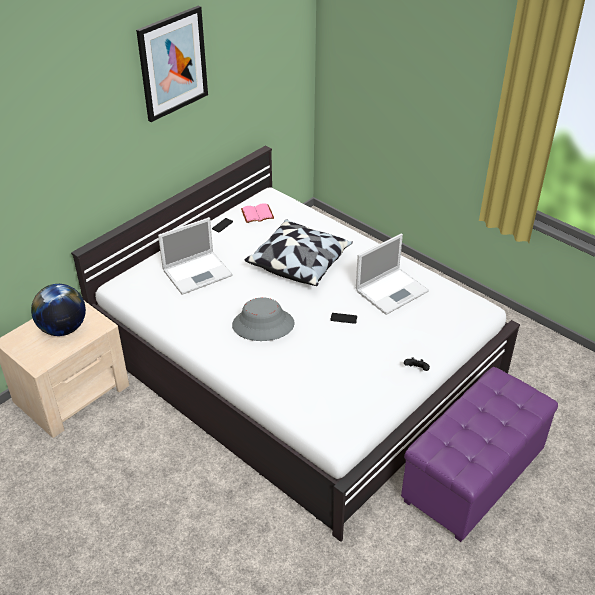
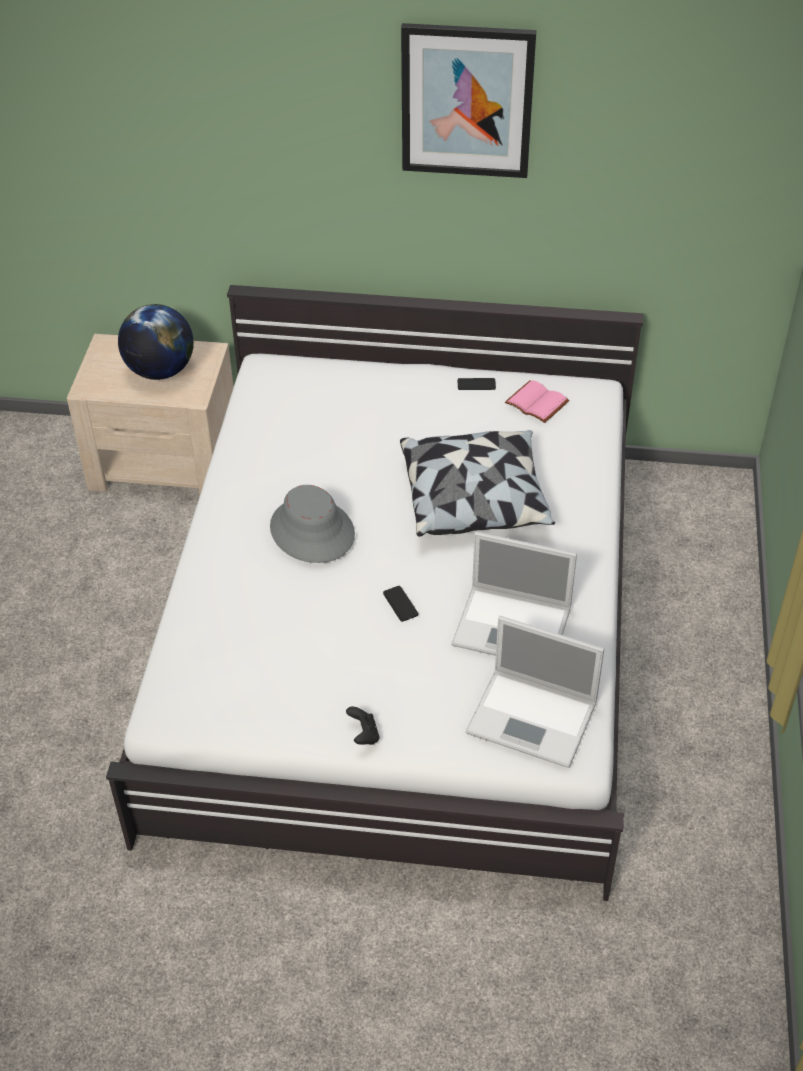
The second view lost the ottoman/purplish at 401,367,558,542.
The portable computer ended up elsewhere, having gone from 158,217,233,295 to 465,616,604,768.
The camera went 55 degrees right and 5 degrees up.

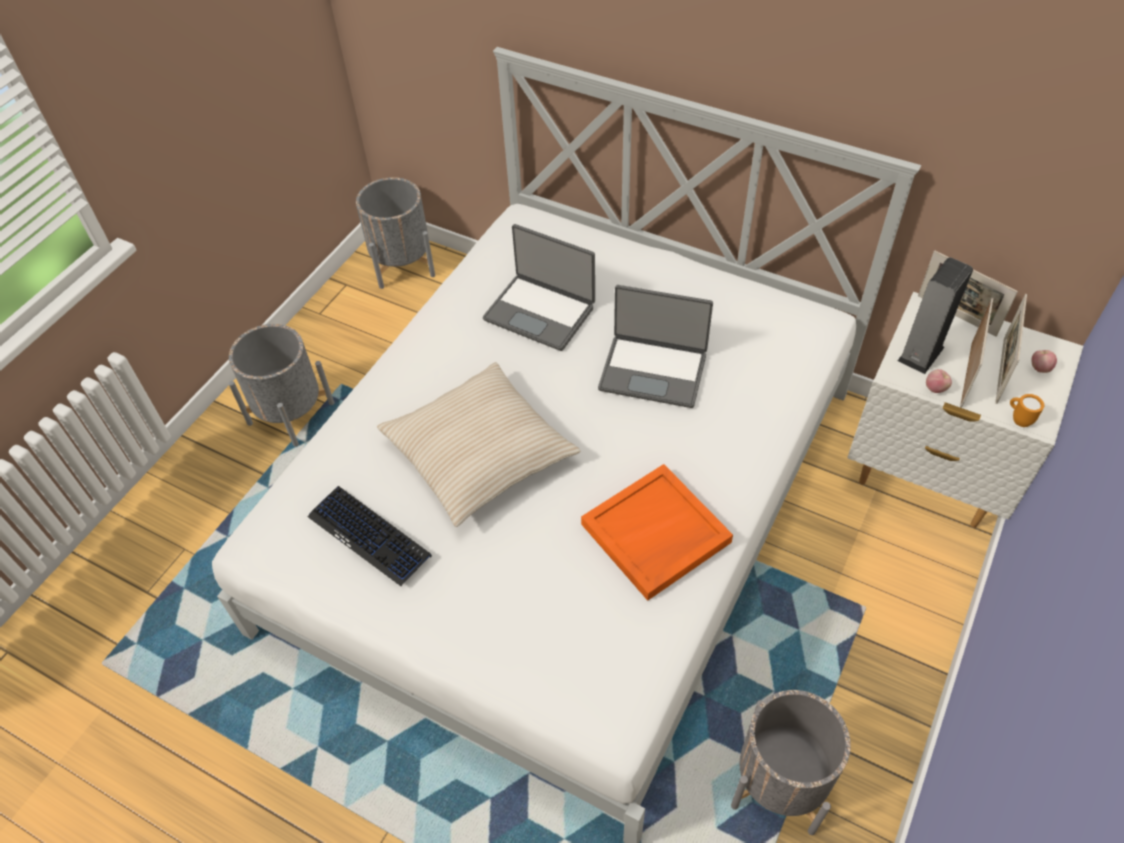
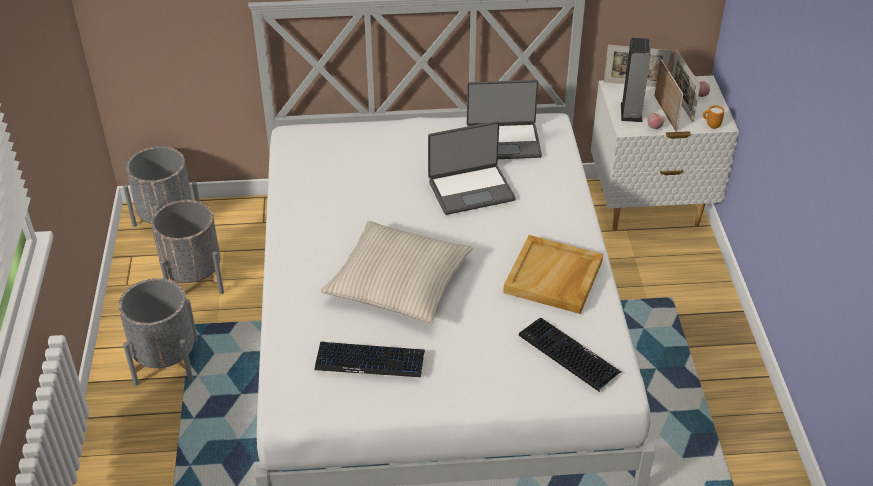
The second view gained the PC keyboard at 519,318,621,392.
The portable computer ended up elsewhere, having gone from 483,224,595,351 to 467,80,542,159.
The flower pot/gray ended up elsewhere, having gone from 731,690,851,835 to 151,200,224,294.
What was the carrying tray/orange at 581,464,733,601 turned into the carrying tray/sand-coloured at 503,235,603,314.
The camera went 35 degrees left and 10 degrees down.

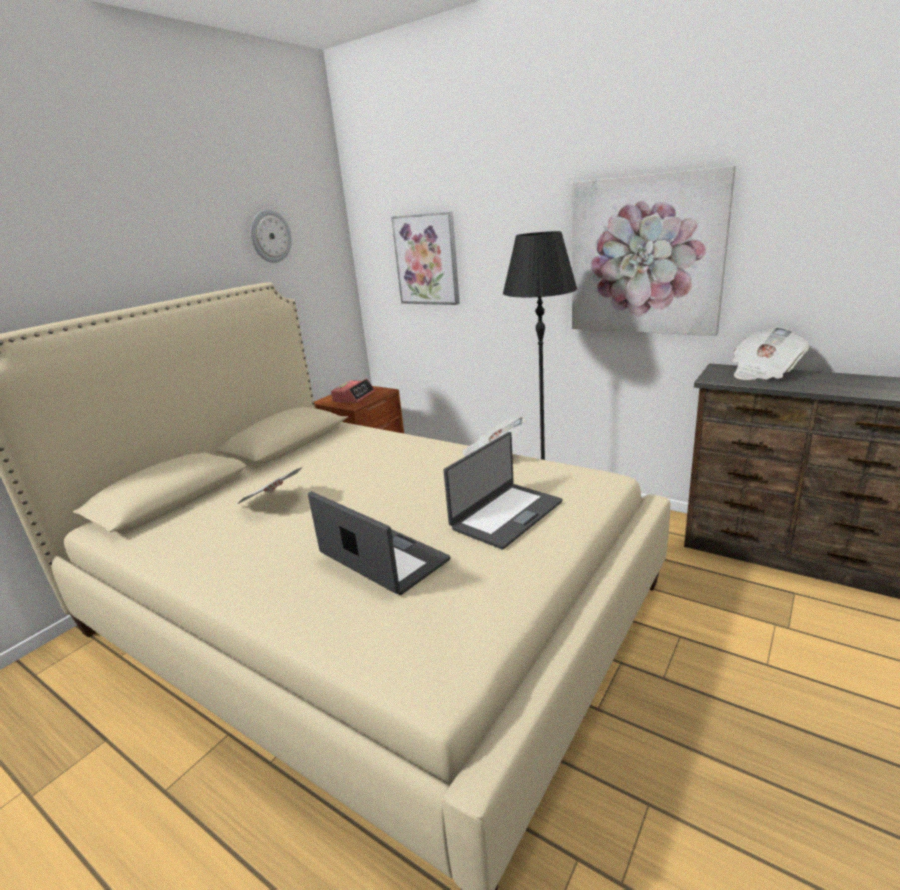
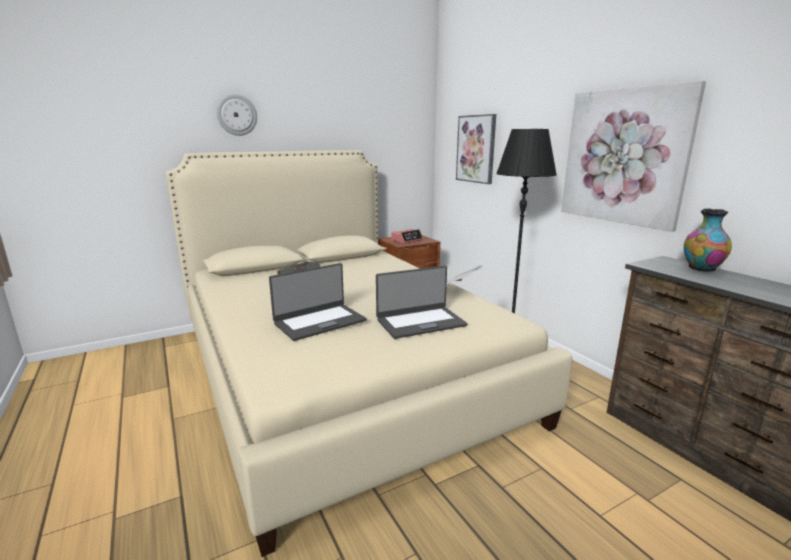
The hanging clock ended up elsewhere, having gone from 251,209,292,263 to 217,94,257,136.
Where the daily paper stood at 732,327,809,380, the flower vase came to stand at 684,209,732,272.
The portable computer at 308,491,450,595 ended up facing another way, 75 degrees clockwise from before.
The camera went 25 degrees right and 5 degrees down.

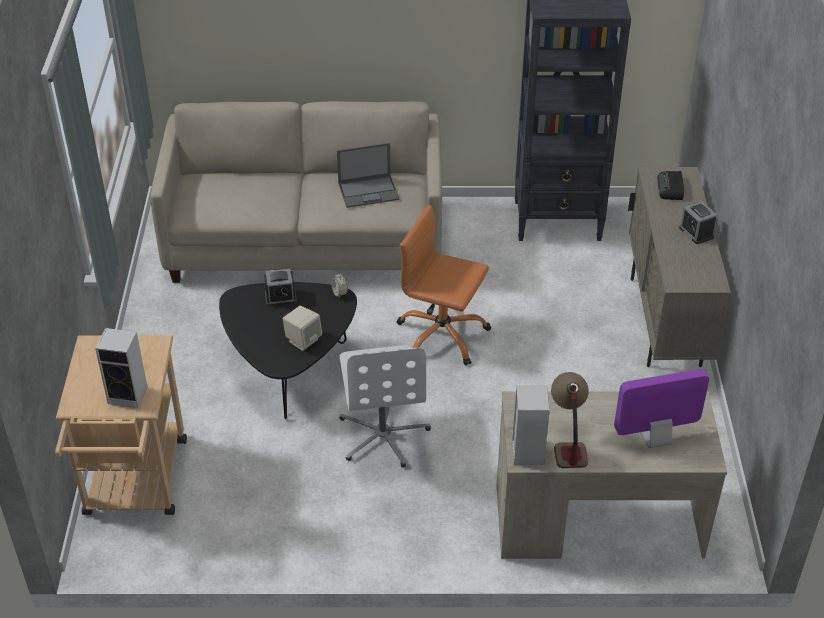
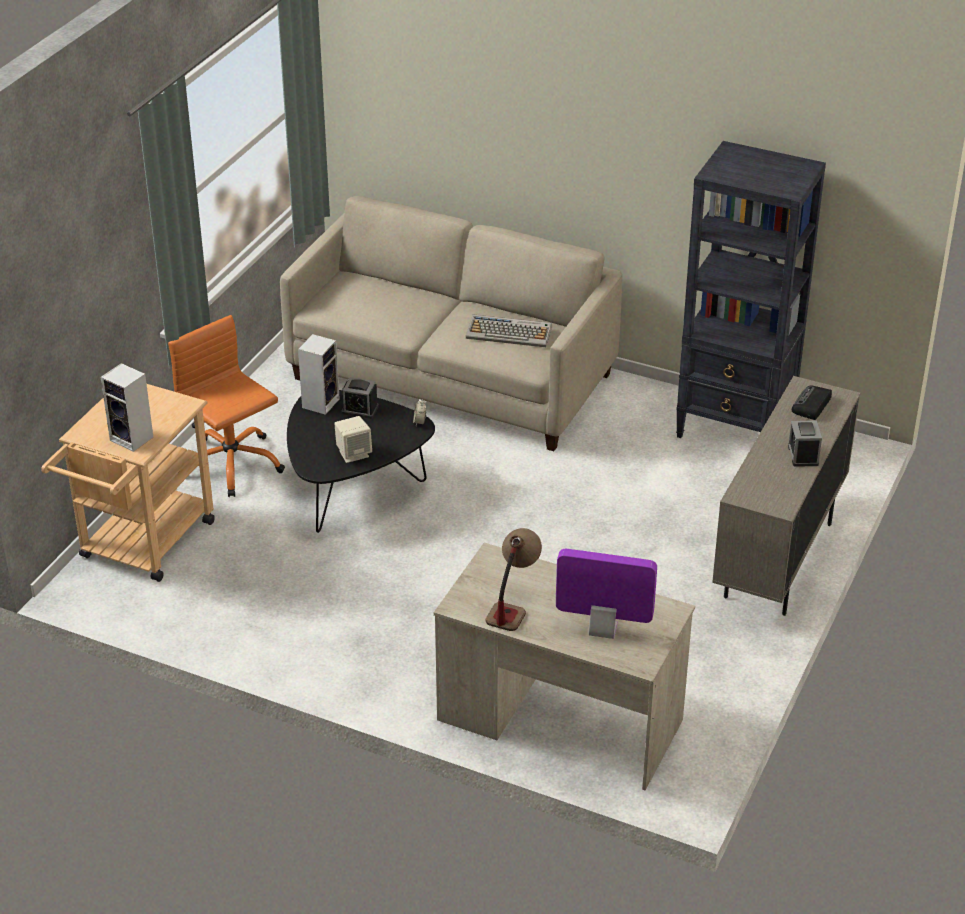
The second view lost the computer chair/white-coloured at 339,345,431,468.
The computer chair/orange ended up elsewhere, having gone from 396,205,491,366 to 168,315,285,497.
The loudspeaker ended up elsewhere, having gone from 512,386,550,465 to 298,334,340,415.
Where the portable computer stood at 337,143,399,208, the PC keyboard came to stand at 466,315,552,347.
The camera went 25 degrees right and 5 degrees down.

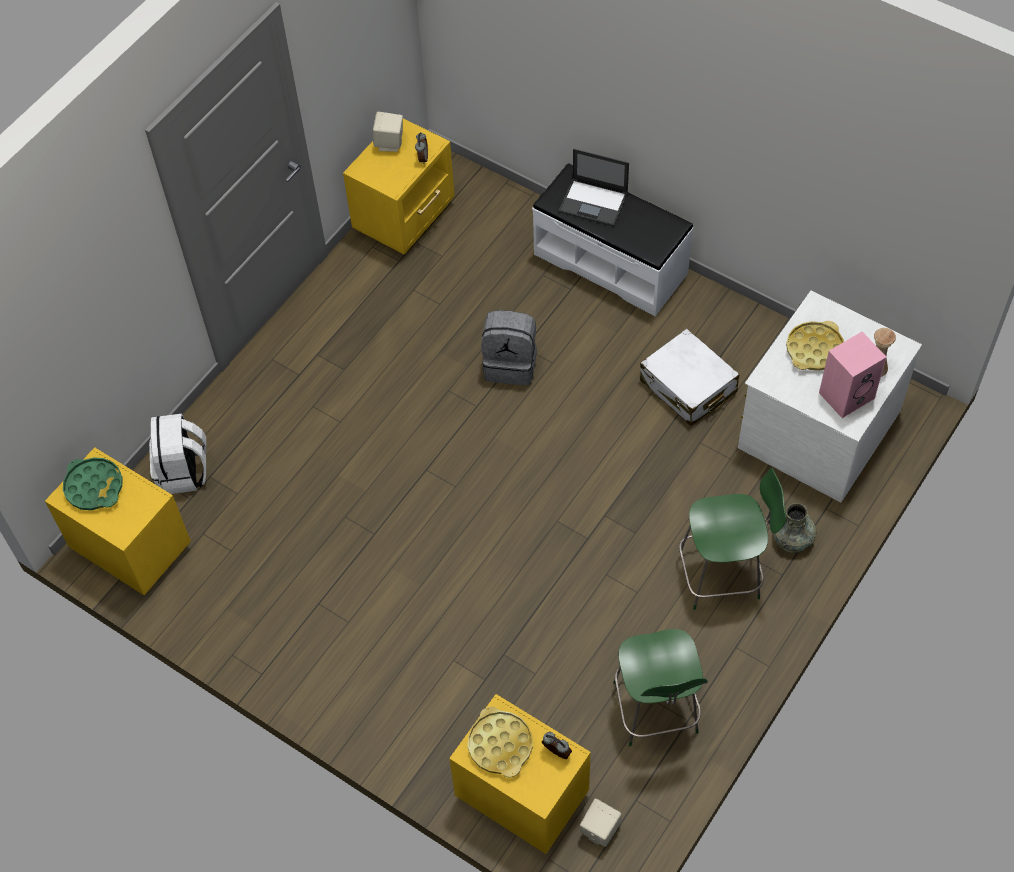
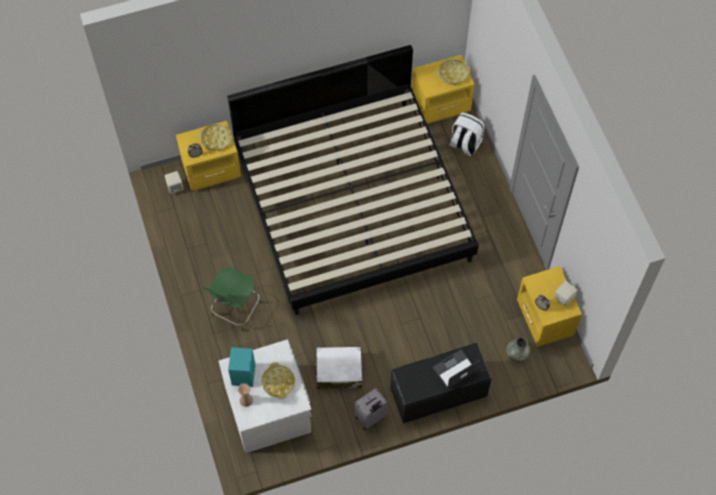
The second view lost the knapsack/gray at 481,310,537,385.
The second view lost the plain chair/greenish at 613,629,708,746.
The second view gained the bedroom bed at 227,45,479,315.
The second view gained the suitcase/gray at 355,388,388,430.
The flower vase/gray ended up elsewhere, having gone from 773,503,816,553 to 506,337,530,363.
What was the carrying tray/greenish at 63,457,123,510 turned into the carrying tray/yellowish at 436,59,471,85.
What was the bench/white-coloured at 532,163,693,316 turned into the bench/blackish at 390,343,492,423.
What was the loudspeaker/pinkish at 819,332,887,418 turned into the loudspeaker/turquoise at 228,347,255,387.
The camera went 125 degrees right and 5 degrees up.

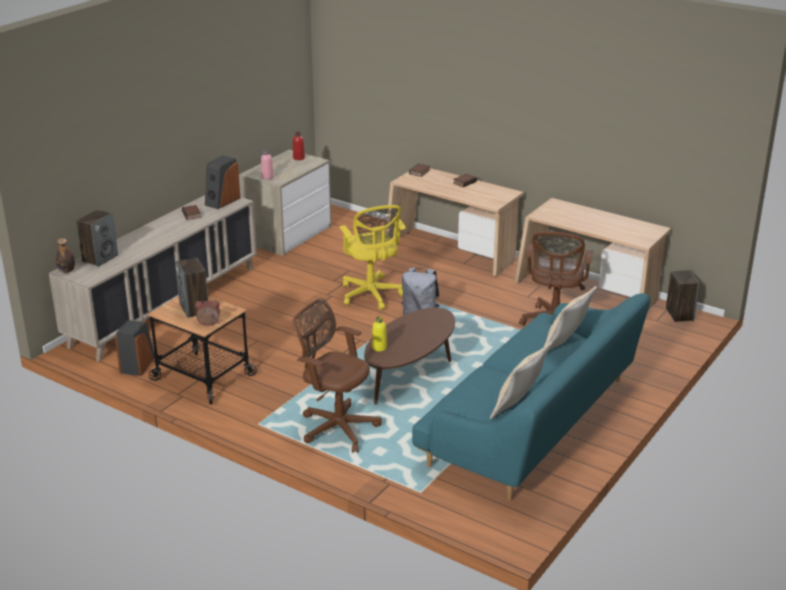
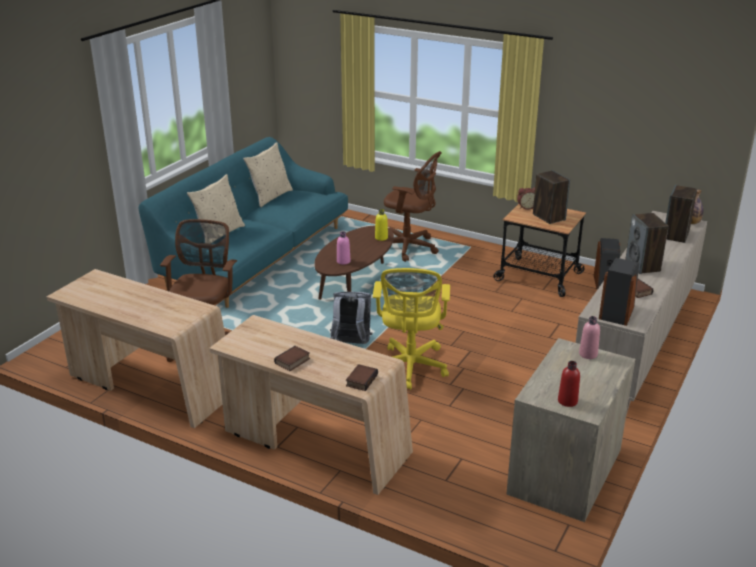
The second view gained the drink bottle/pinkish at 337,232,350,265.
The loudspeaker ended up elsewhere, having gone from 666,270,700,322 to 625,213,669,274.
The computer chair/yellowish at 339,205,406,310 ended up facing another way, 150 degrees counterclockwise from before.
The camera went 175 degrees right and 0 degrees up.

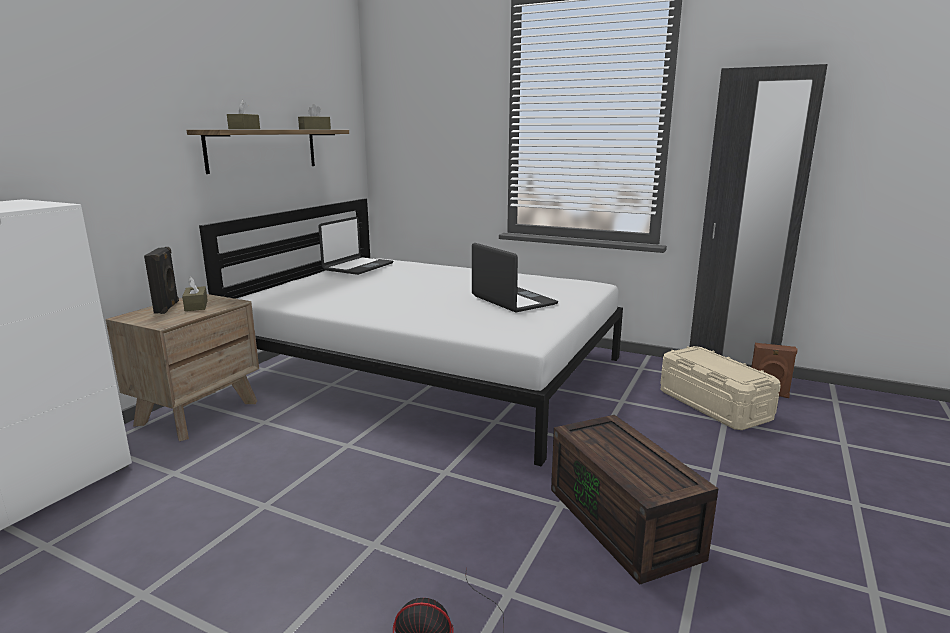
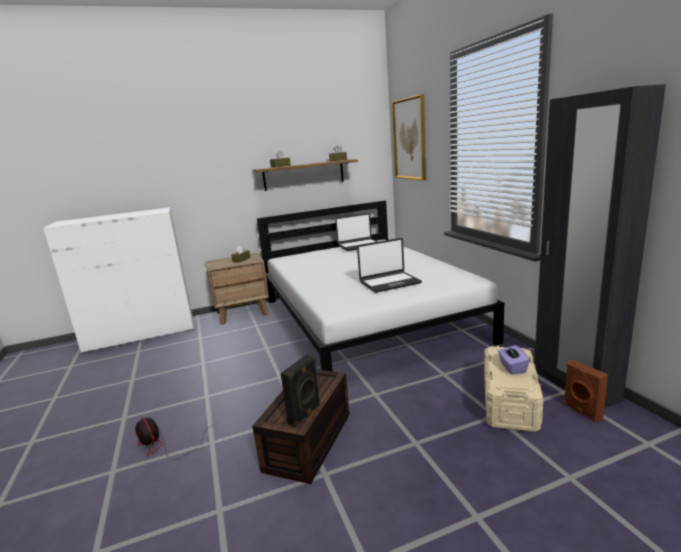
The second view gained the wall picture at 392,94,426,180.
The second view gained the tissue holder/purplish at 498,344,529,374.
The loudspeaker/blackish ended up elsewhere, having gone from 144,247,179,314 to 281,355,321,427.
The portable computer at 472,243,558,313 ended up facing another way, 60 degrees clockwise from before.
The camera went 45 degrees right and 0 degrees up.

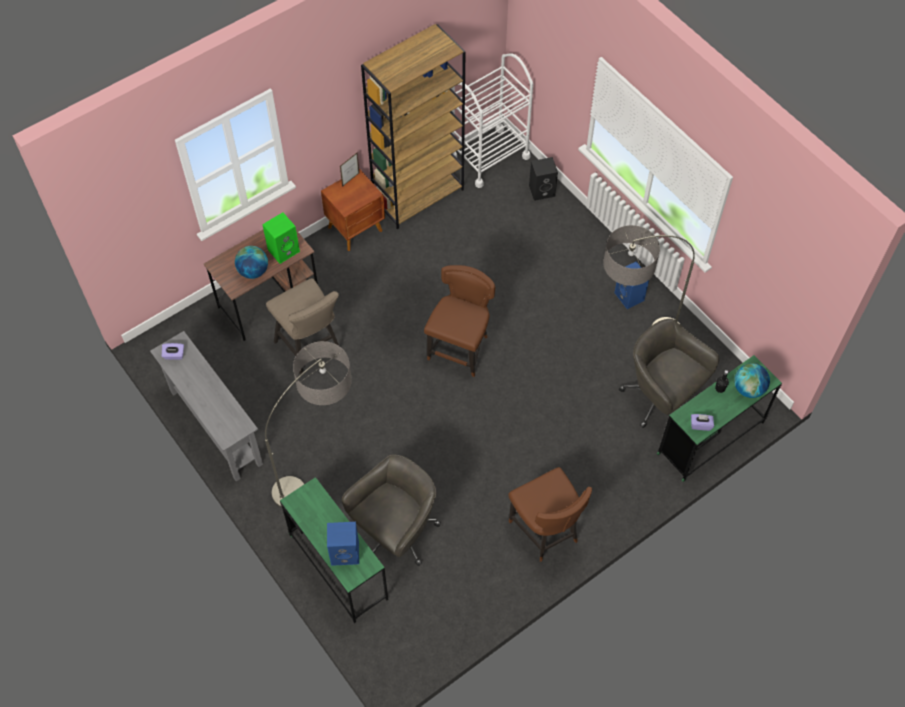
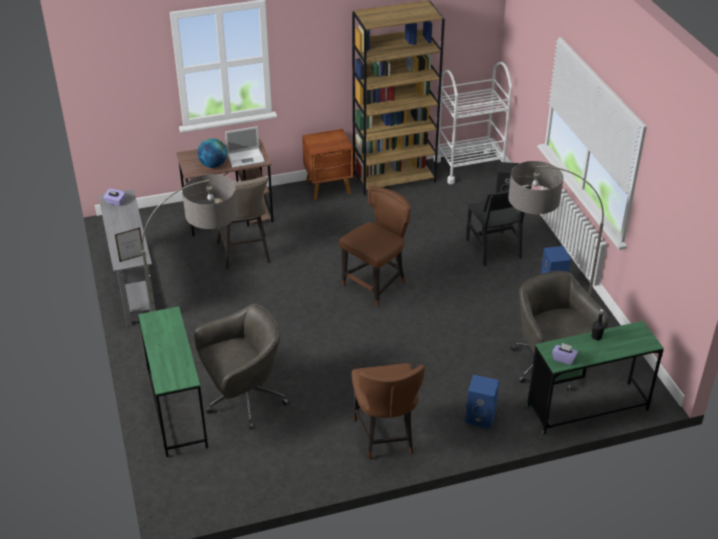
The second view lost the desk globe at 734,363,770,398.
The second view gained the plain chair/blackish at 466,185,532,266.
The loudspeaker/blue ended up elsewhere, having gone from 327,522,359,566 to 465,375,499,429.
The photo frame ended up elsewhere, having gone from 340,153,359,187 to 115,227,143,262.
Where the loudspeaker/greenish stood at 262,212,300,264, the portable computer came to stand at 225,126,265,168.
The camera went 20 degrees right and 20 degrees down.

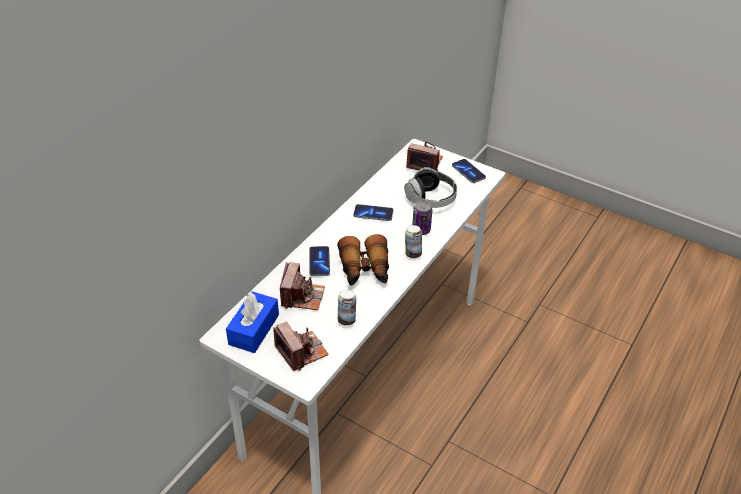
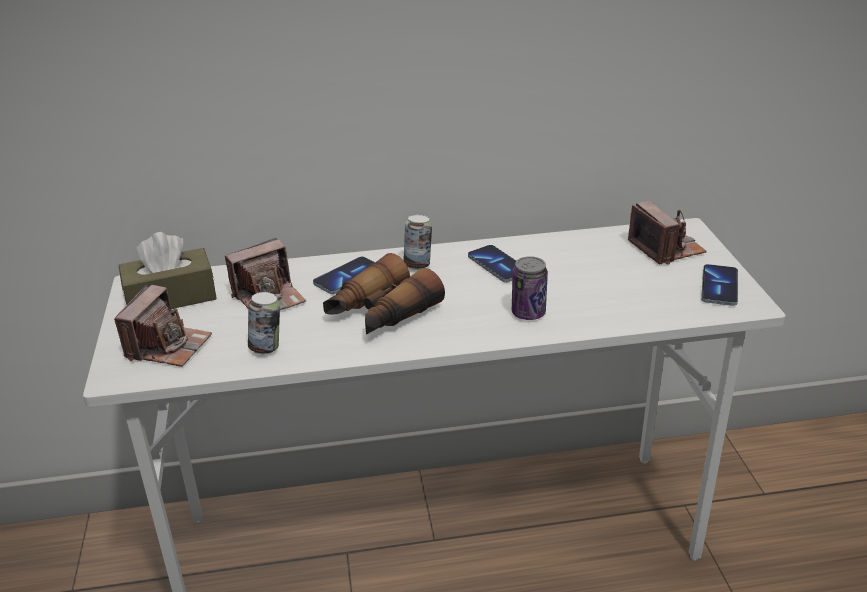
The second view lost the headphones at 404,167,457,208.
The can ended up elsewhere, having gone from 405,225,422,258 to 403,215,432,270.
What was the tissue holder/blue at 226,291,279,353 turned into the tissue holder/brown at 119,232,217,309.
The camera went 50 degrees right and 10 degrees down.

